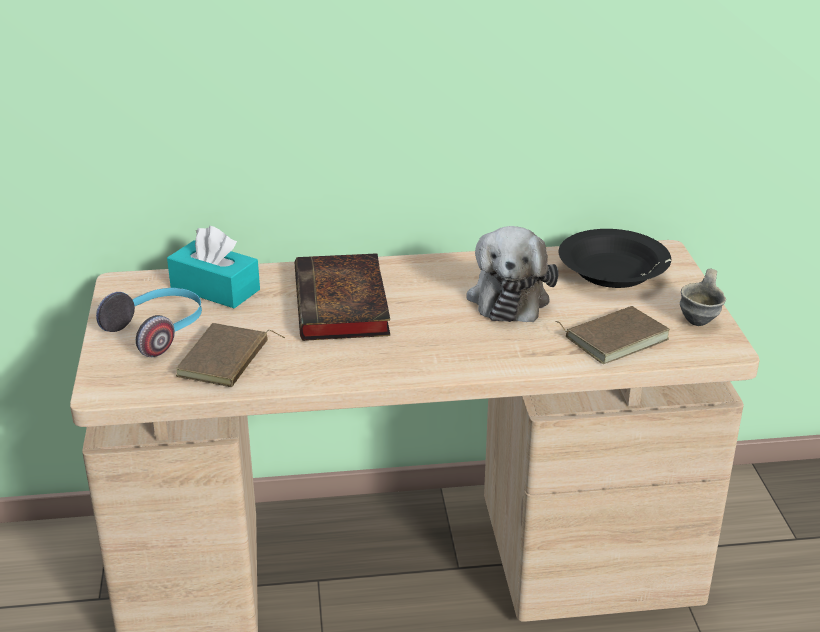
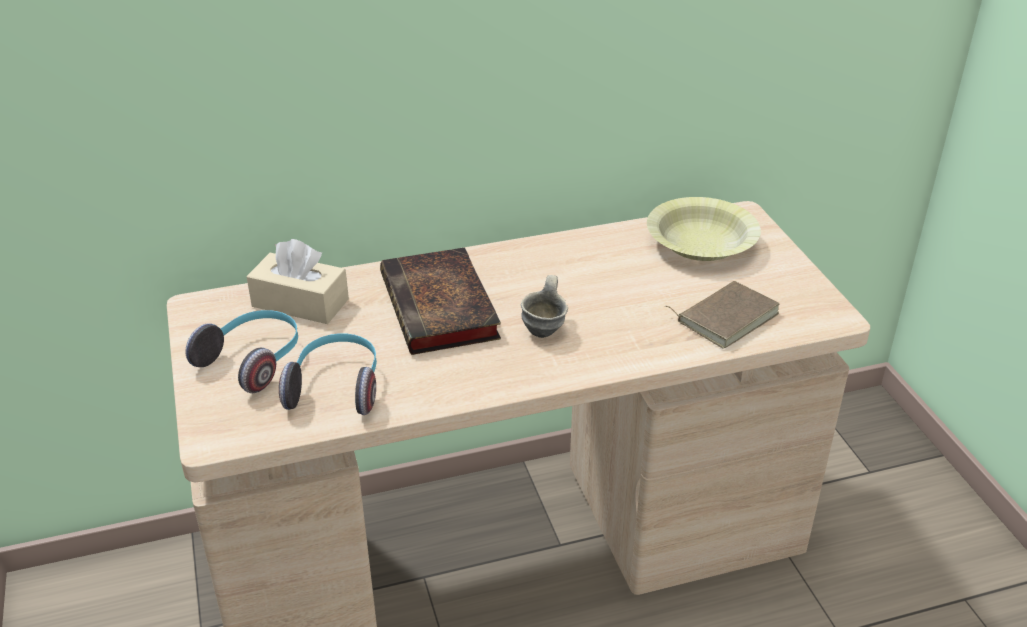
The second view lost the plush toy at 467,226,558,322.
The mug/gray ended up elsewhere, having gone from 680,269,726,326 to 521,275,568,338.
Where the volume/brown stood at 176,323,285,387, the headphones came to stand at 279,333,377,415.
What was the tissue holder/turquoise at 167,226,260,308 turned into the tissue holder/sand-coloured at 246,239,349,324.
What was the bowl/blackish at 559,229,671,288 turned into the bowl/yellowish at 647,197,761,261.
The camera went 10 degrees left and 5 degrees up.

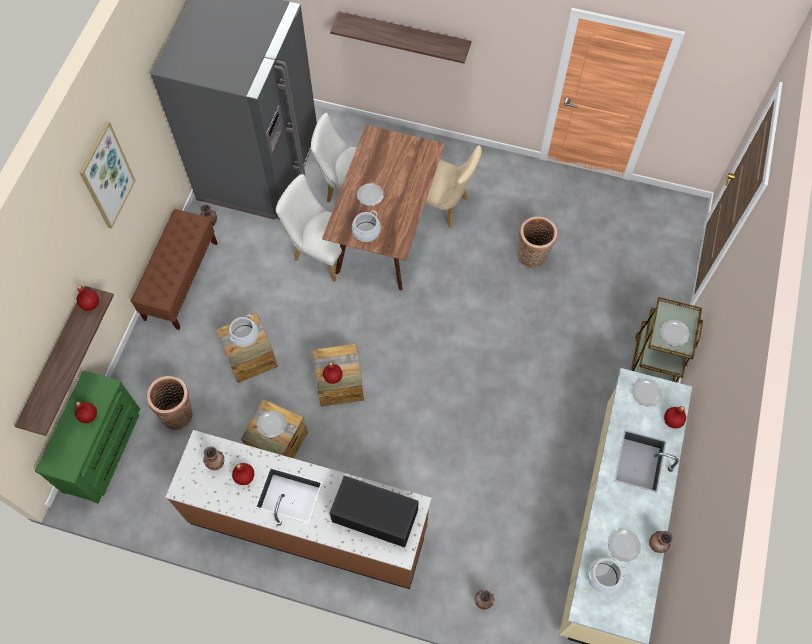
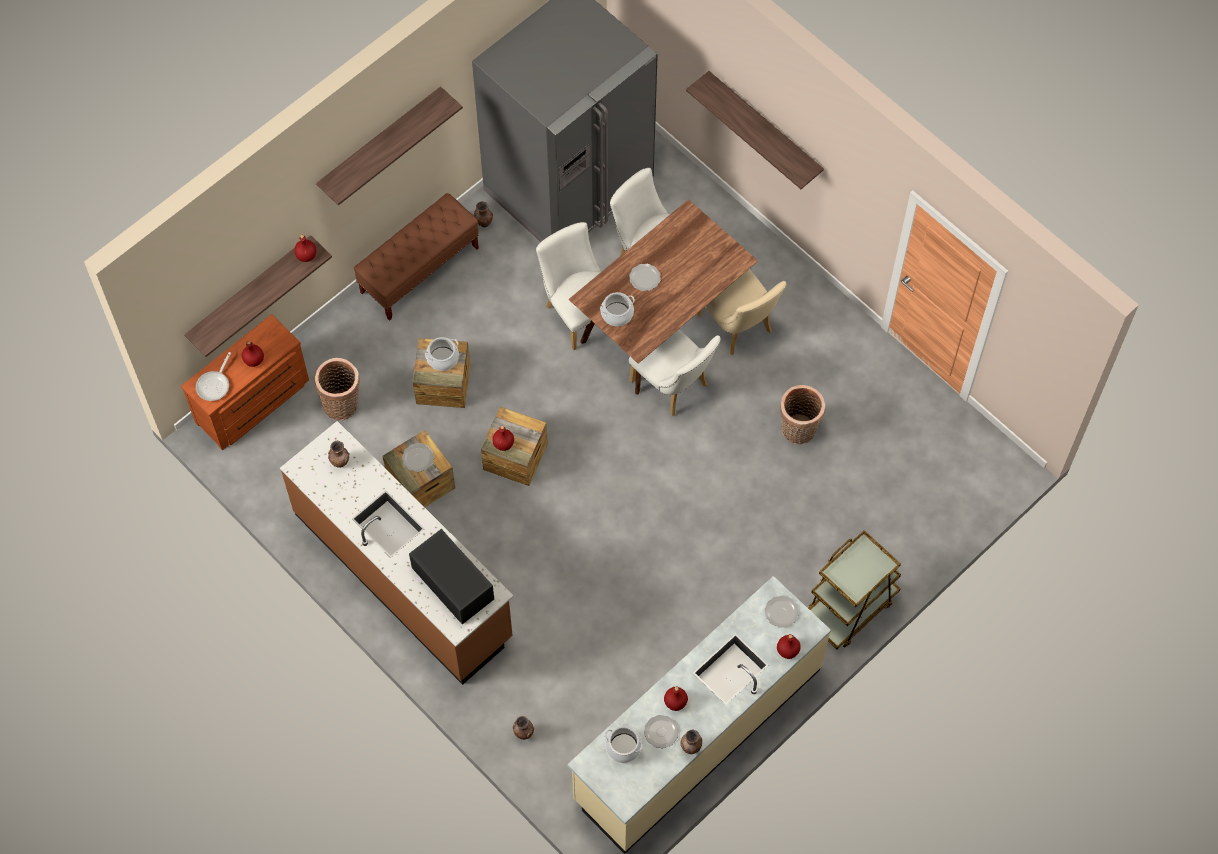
The second view lost the plate at 660,320,690,346.
The second view gained the frying pan at 196,352,231,401.
The second view gained the plain chair/white-coloured at 629,329,721,416.
The drink bottle/red-coloured ended up elsewhere, having gone from 232,463,254,485 to 664,686,688,711.
Where the wall picture hung at 79,121,136,229, the wall shelf came to hang at 316,86,463,205.
What was the drawer chest/greenish at 35,370,140,504 turned into the drawer chest/brown at 181,314,309,450.
The camera went 30 degrees right and 0 degrees up.

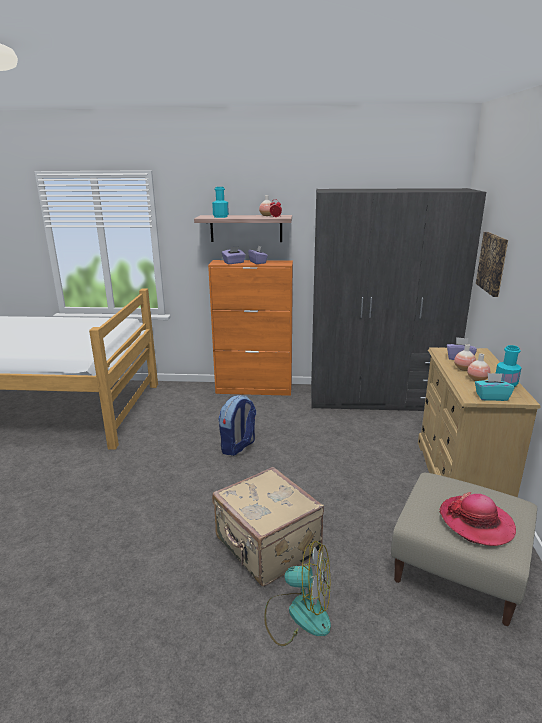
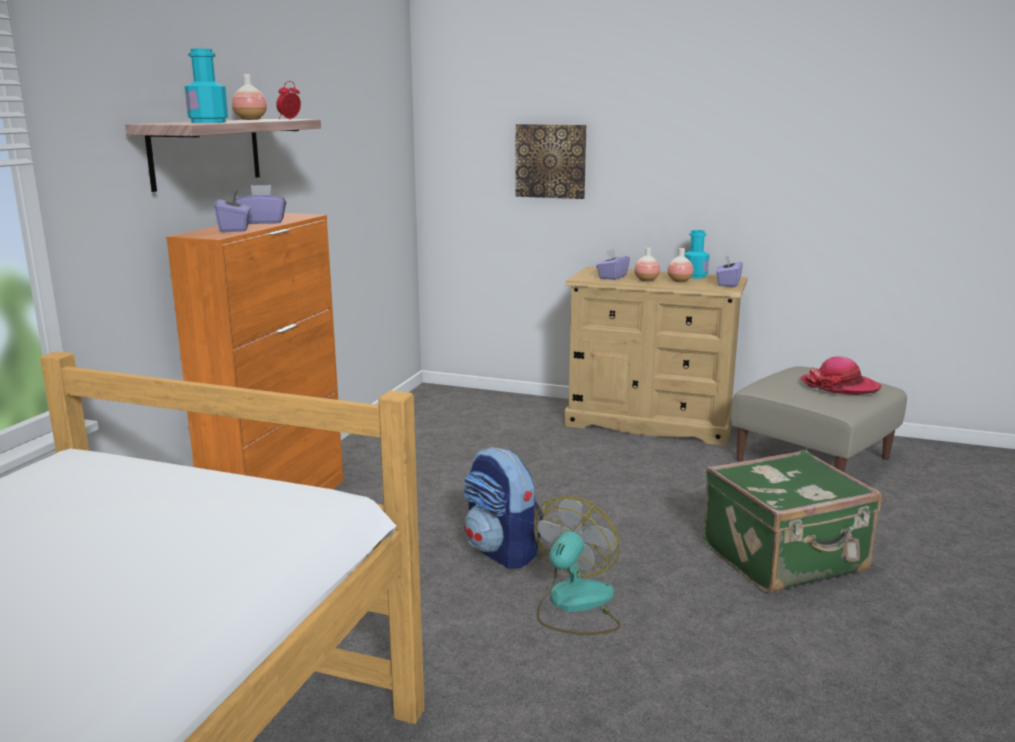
The second view lost the wardrobe/gray at 311,188,486,411.
The electric fan ended up elsewhere, having gone from 264,541,331,646 to 534,496,621,635.
What was the suitcase/sand-coloured at 212,467,324,586 turned into the suitcase/greenish at 703,450,882,593.
What was the tissue holder/turquoise at 475,373,515,401 turned into the tissue holder/purplish at 716,255,743,287.
The camera went 75 degrees left and 5 degrees down.

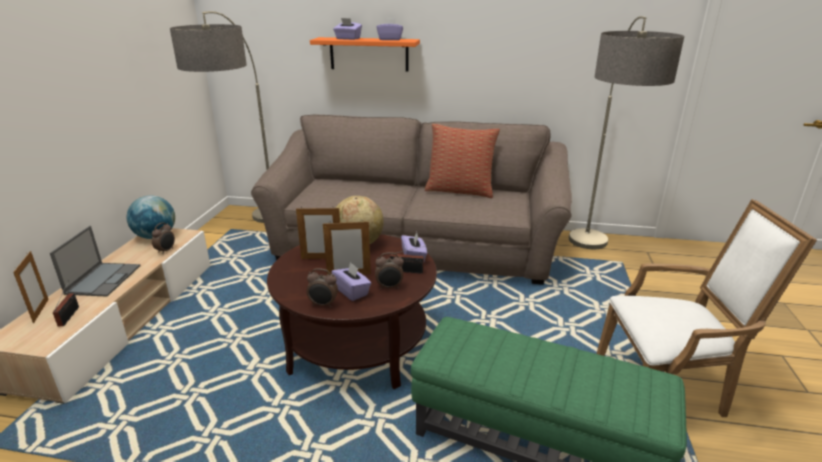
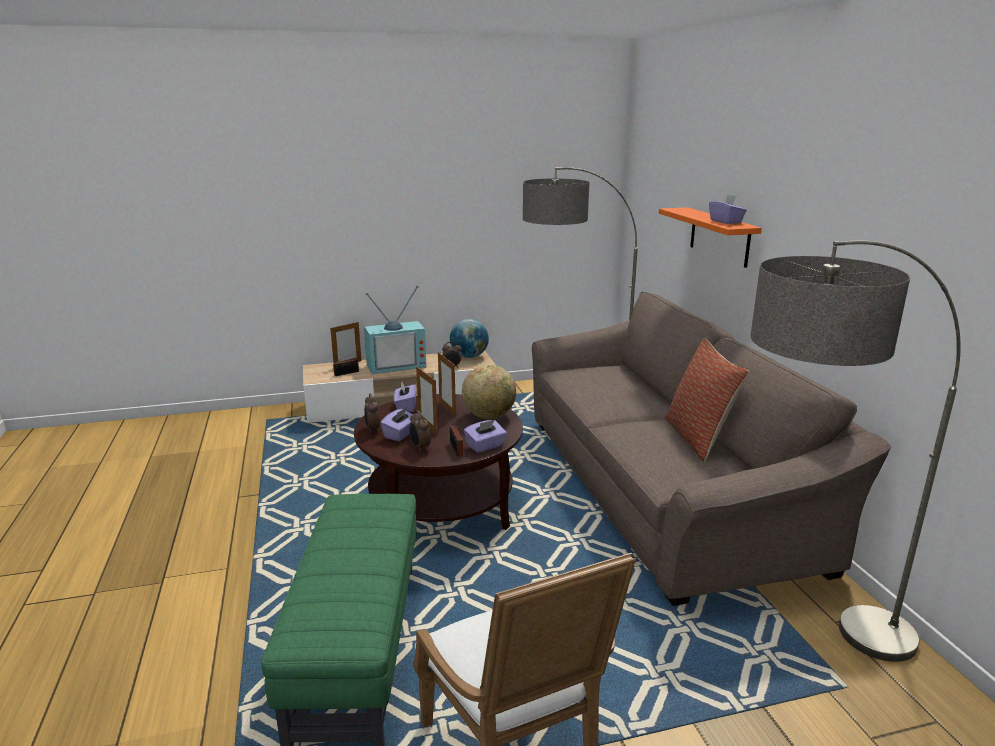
The tissue holder/purplish ended up elsewhere, having gone from 333,18,362,40 to 394,382,416,412.
Where the portable computer stood at 50,226,141,297, the TV set came to stand at 364,285,426,374.
The camera went 65 degrees right and 5 degrees down.

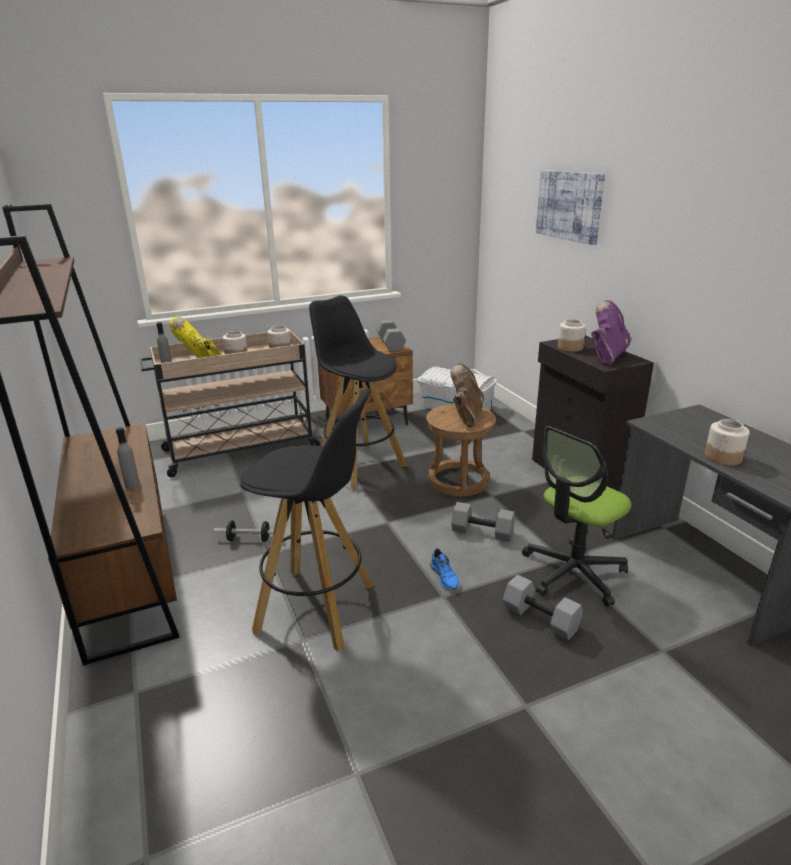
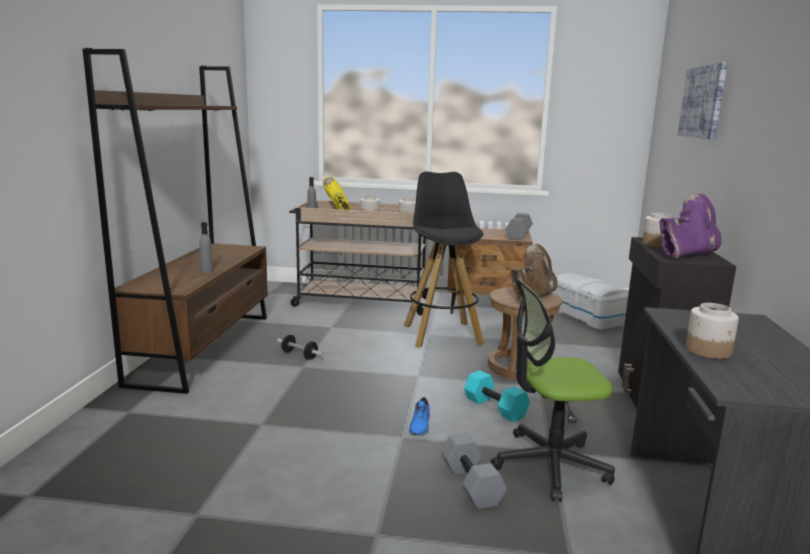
The second view lost the sitting stool/blackish at 240,388,373,651.
What was the hand weight/gray at 451,502,515,542 turned into the hand weight/turquoise at 464,370,530,422.
The camera went 30 degrees right and 10 degrees down.

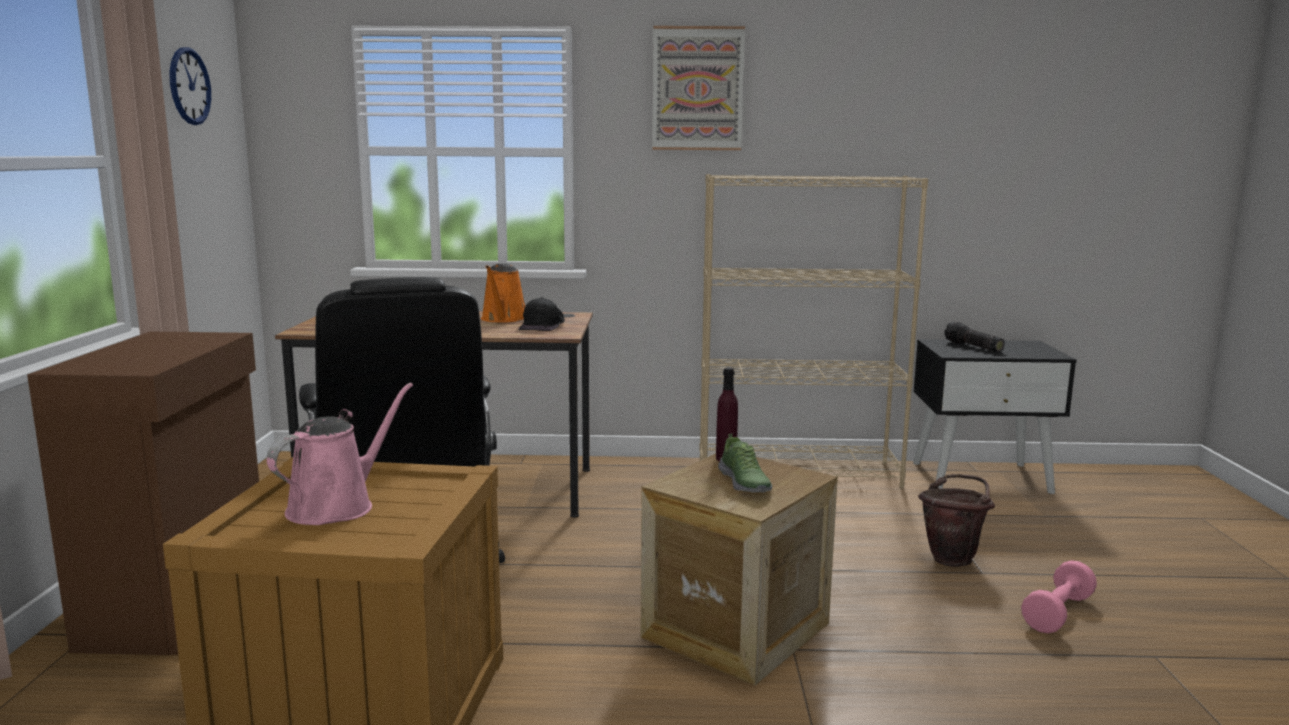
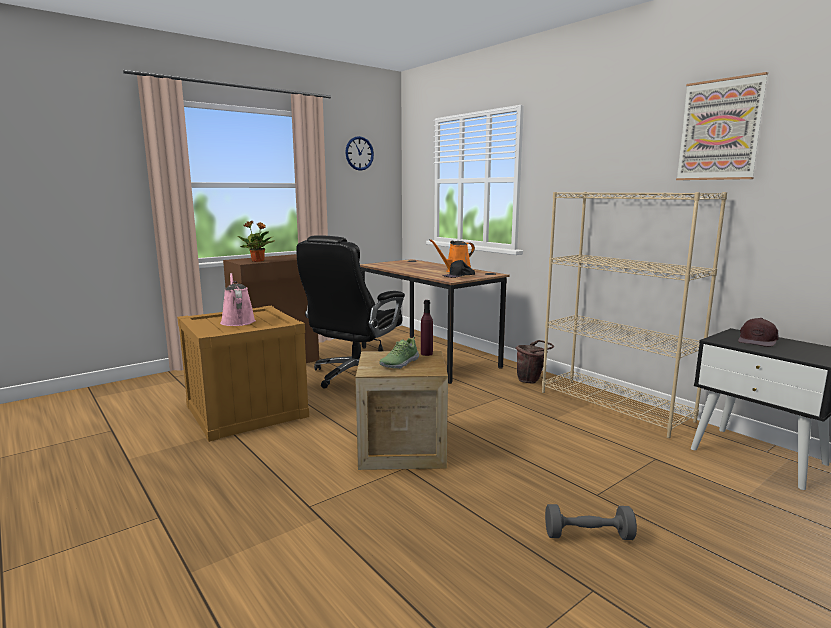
The second view gained the houseplant at 238,221,274,262.
The wall picture ended up elsewhere, having gone from 652,26,745,150 to 676,72,768,180.
The water bucket/brown ended up elsewhere, having gone from 918,474,995,567 to 516,340,554,383.
Where the torch stood at 944,322,1005,352, the cap/brown came to stand at 738,318,779,347.
What was the hand weight/pinkish at 1021,560,1097,634 turned into the hand weight/gray at 545,504,637,540.
The watering can/pinkish at 267,383,413,525 ended up facing another way, 105 degrees counterclockwise from before.
The camera went 50 degrees right and 0 degrees up.

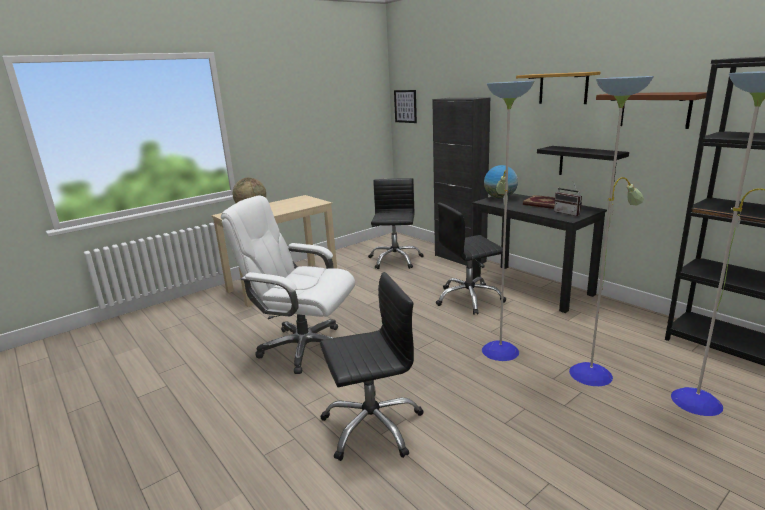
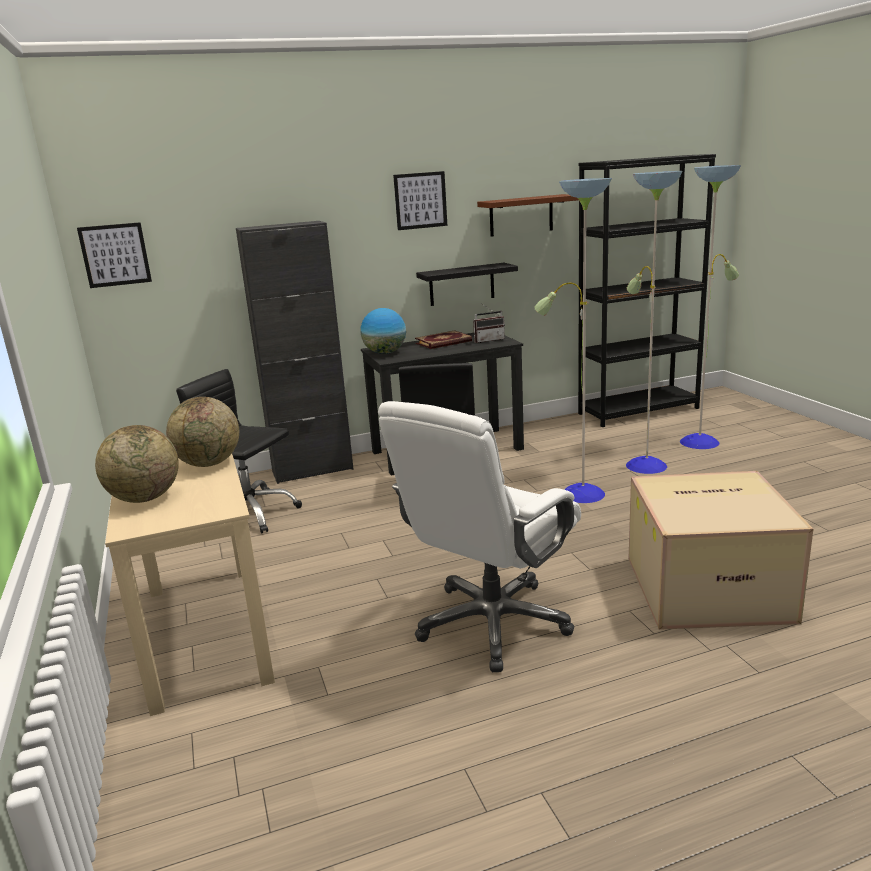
The second view gained the desk globe at 166,397,239,467.
Where the computer chair/blackish stood at 320,272,424,461, the cardboard box came to stand at 629,471,813,630.
Where the wall shelf hung at 516,72,600,104, the wall picture came to hang at 393,171,447,230.
The camera went 70 degrees left and 0 degrees up.

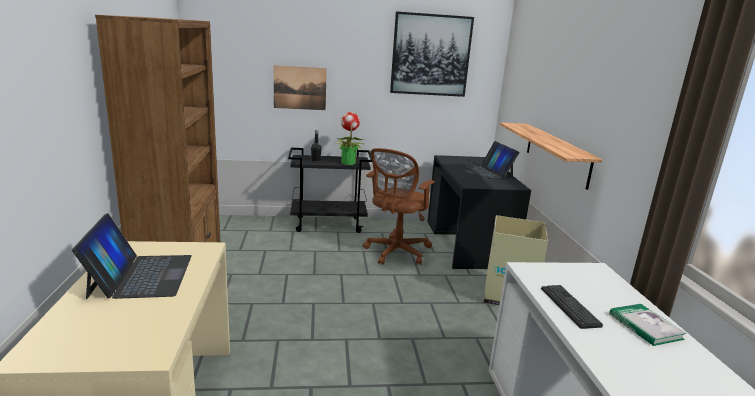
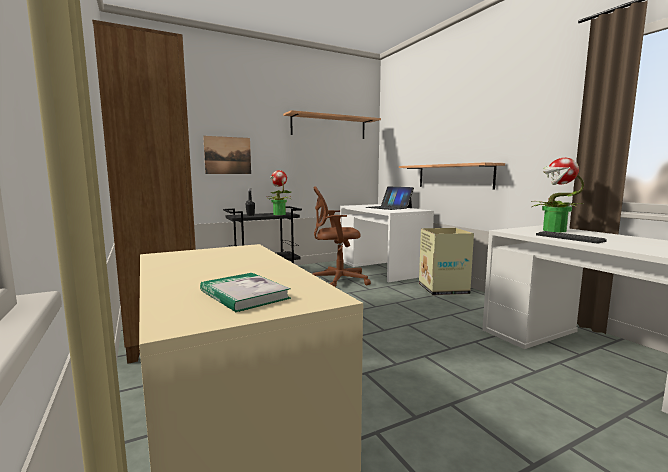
The second view lost the portable computer at 72,213,192,299.
The second view gained the houseplant at 531,158,584,232.
The volume ended up elsewhere, having gone from 609,304,687,346 to 200,273,291,312.
Where the wall picture hung at 390,11,474,97, the wall shelf came to hang at 283,110,381,139.
What was the desk unit/blackish at 427,155,531,269 turned into the desk unit/white-coloured at 340,204,434,282.
The computer chair/brown at 363,148,435,265 ended up facing another way, 75 degrees clockwise from before.
The camera went 20 degrees left and 10 degrees down.

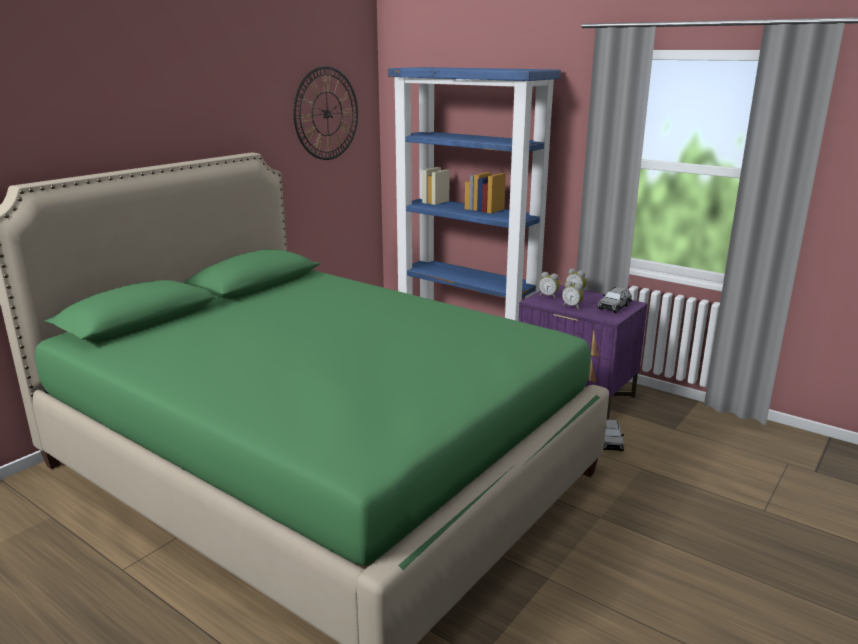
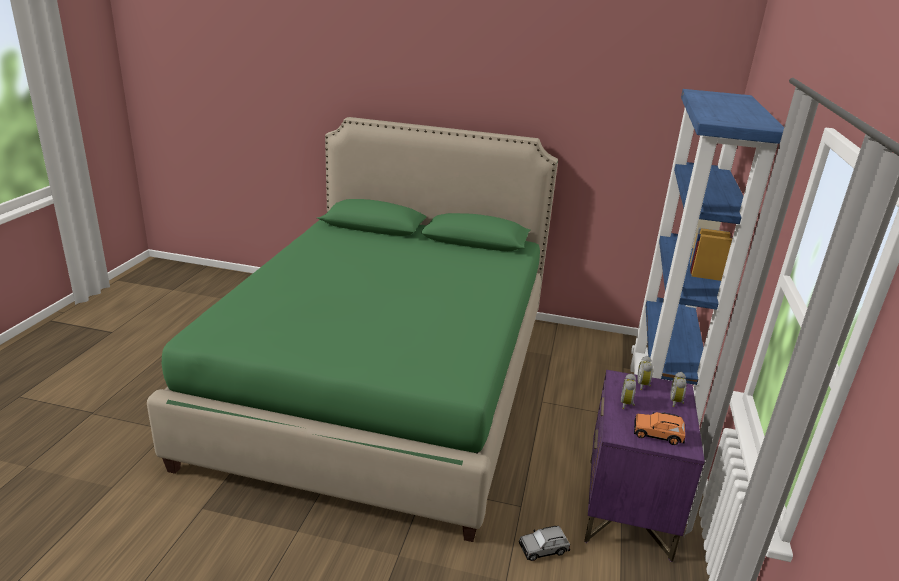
The second view lost the hanging clock at 293,66,358,160.
What was the miniature car/gray at 597,287,632,313 turned into the miniature car/orange at 634,412,685,445.
The camera went 65 degrees right and 5 degrees up.

